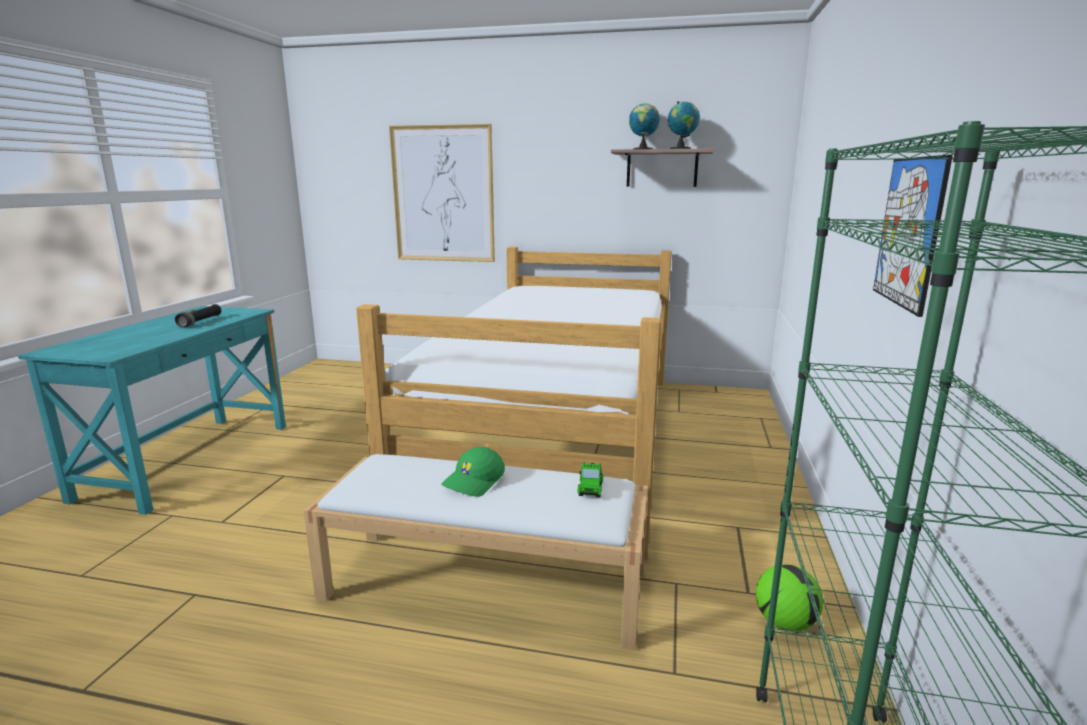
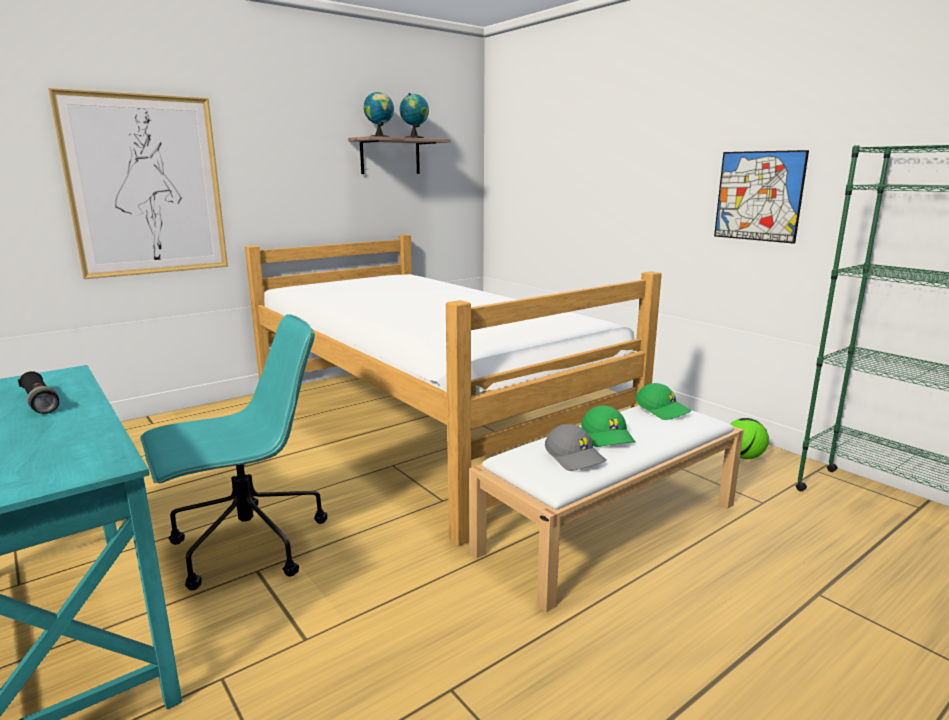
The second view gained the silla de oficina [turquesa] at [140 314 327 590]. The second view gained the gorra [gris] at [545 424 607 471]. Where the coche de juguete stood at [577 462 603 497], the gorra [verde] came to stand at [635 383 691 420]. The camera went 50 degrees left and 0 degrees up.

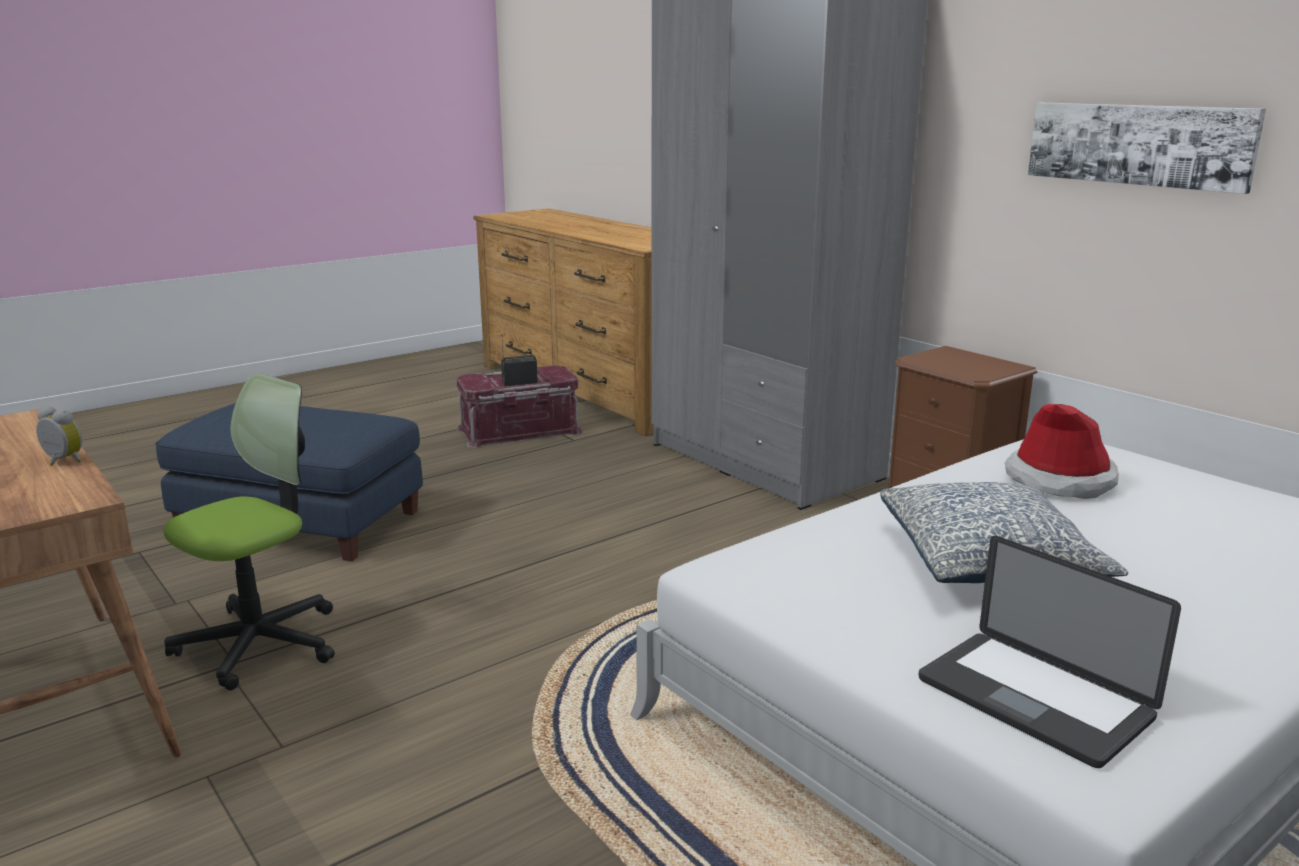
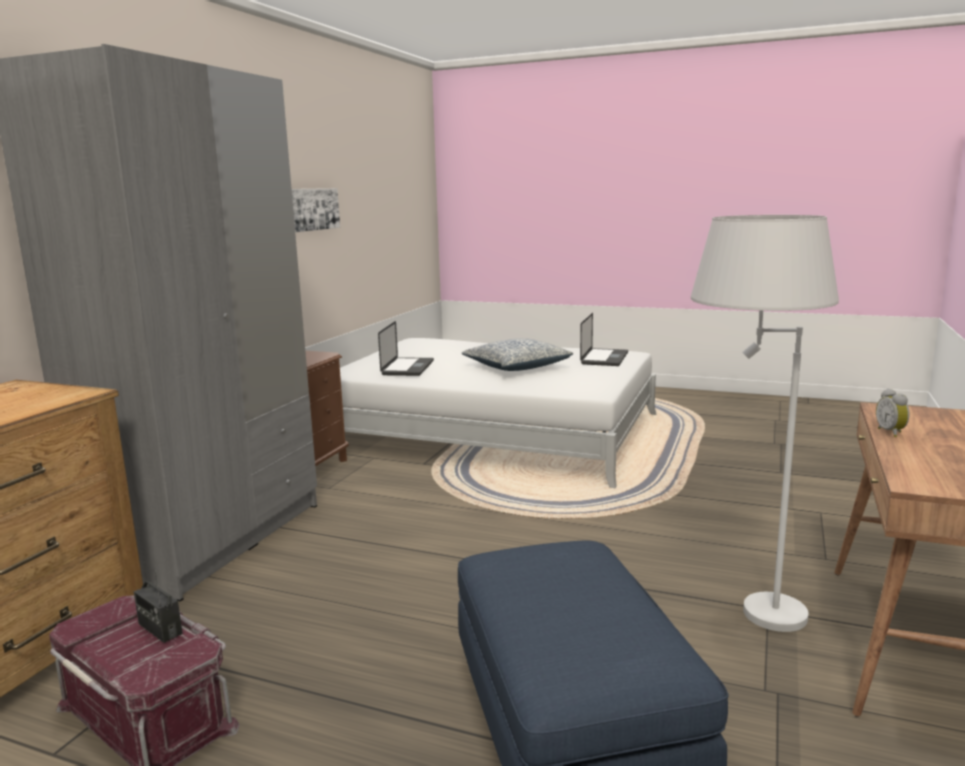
Where the sombrero stood at [1005 404 1118 499], the portátil came to stand at [378 321 434 376]. Where the silla de oficina stood at [164 373 335 690], the lámpara de pie [blanco] came to stand at [691 215 839 632]. The camera went 120 degrees left and 5 degrees down.

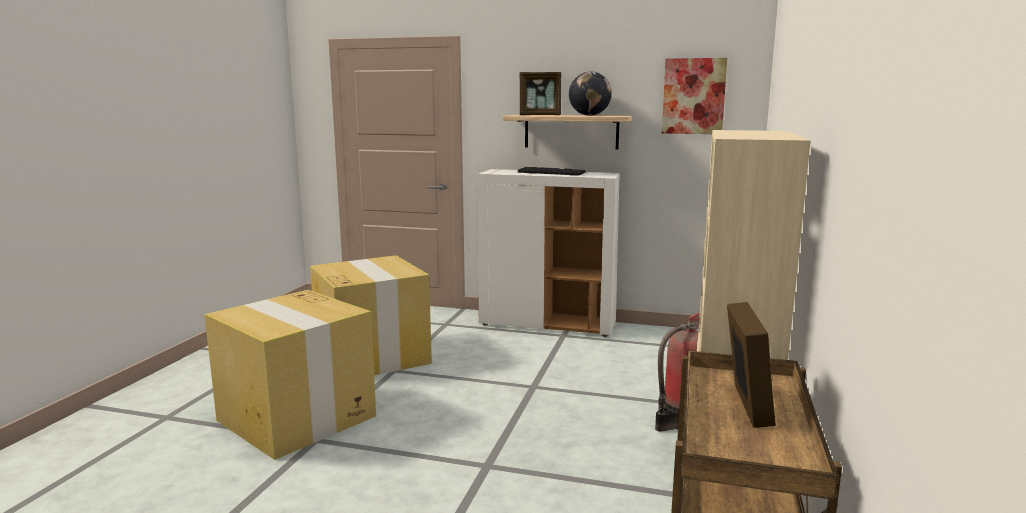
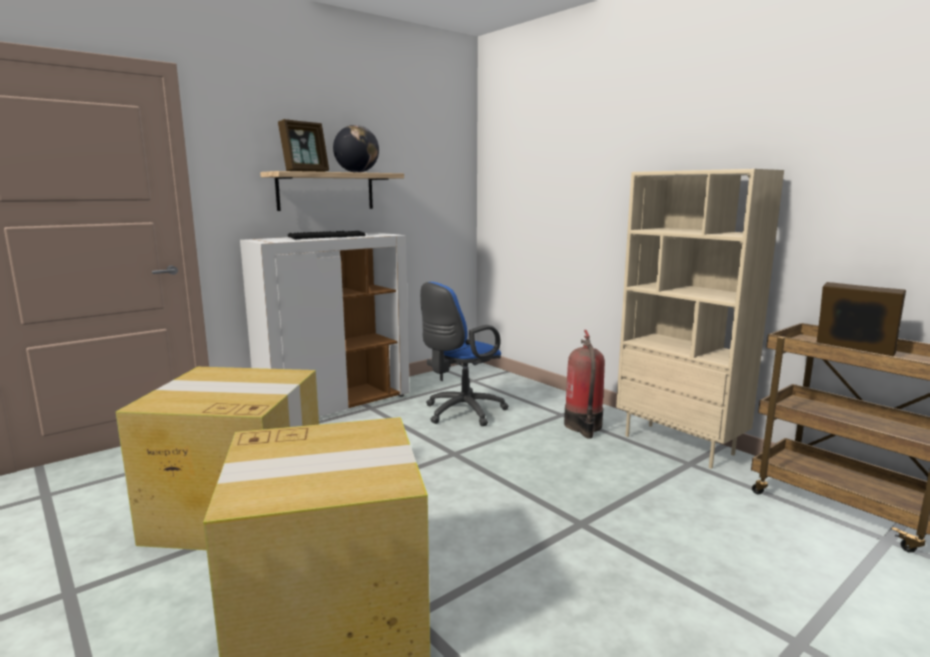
The second view gained the silla de oficina [azul] at [420 282 509 426]. The second view lost the cuadro at [662 58 727 134]. The camera went 55 degrees left and 0 degrees up.

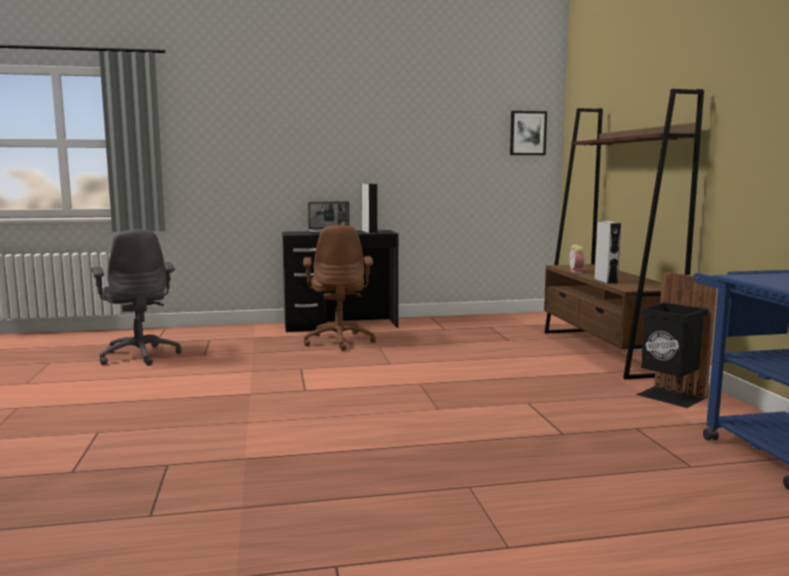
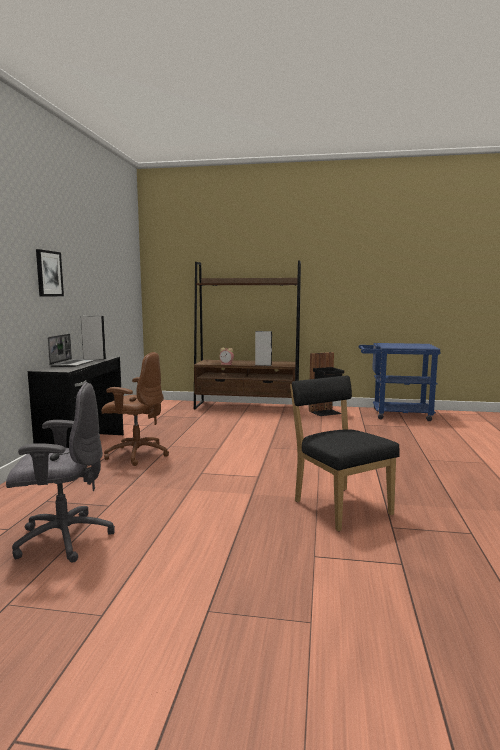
The cuadro ended up elsewhere, having gone from [510 111 547 155] to [36 249 64 297]. The second view gained the silla [negro] at [290 376 400 531]. The camera went 70 degrees left and 0 degrees up.

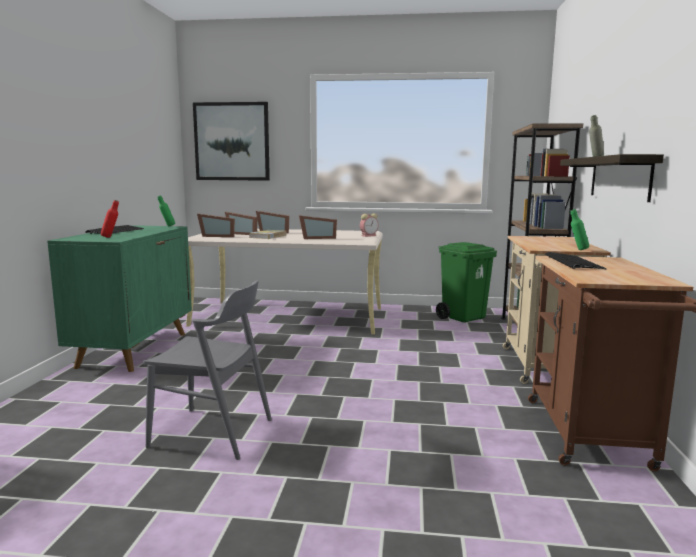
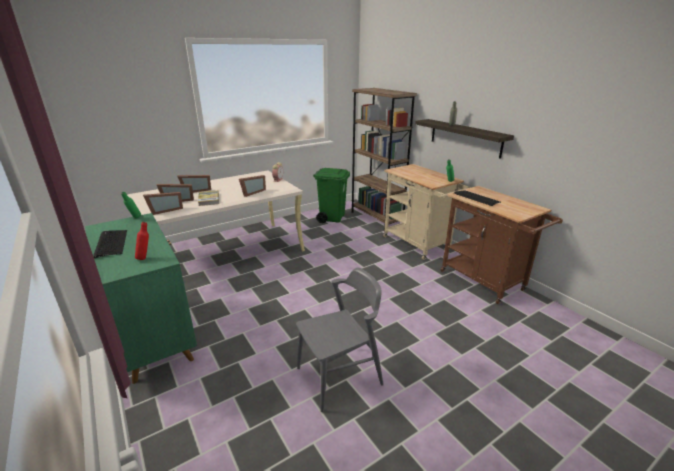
The second view lost the cuadro at [193 102 270 181]. The camera went 40 degrees left and 15 degrees up.

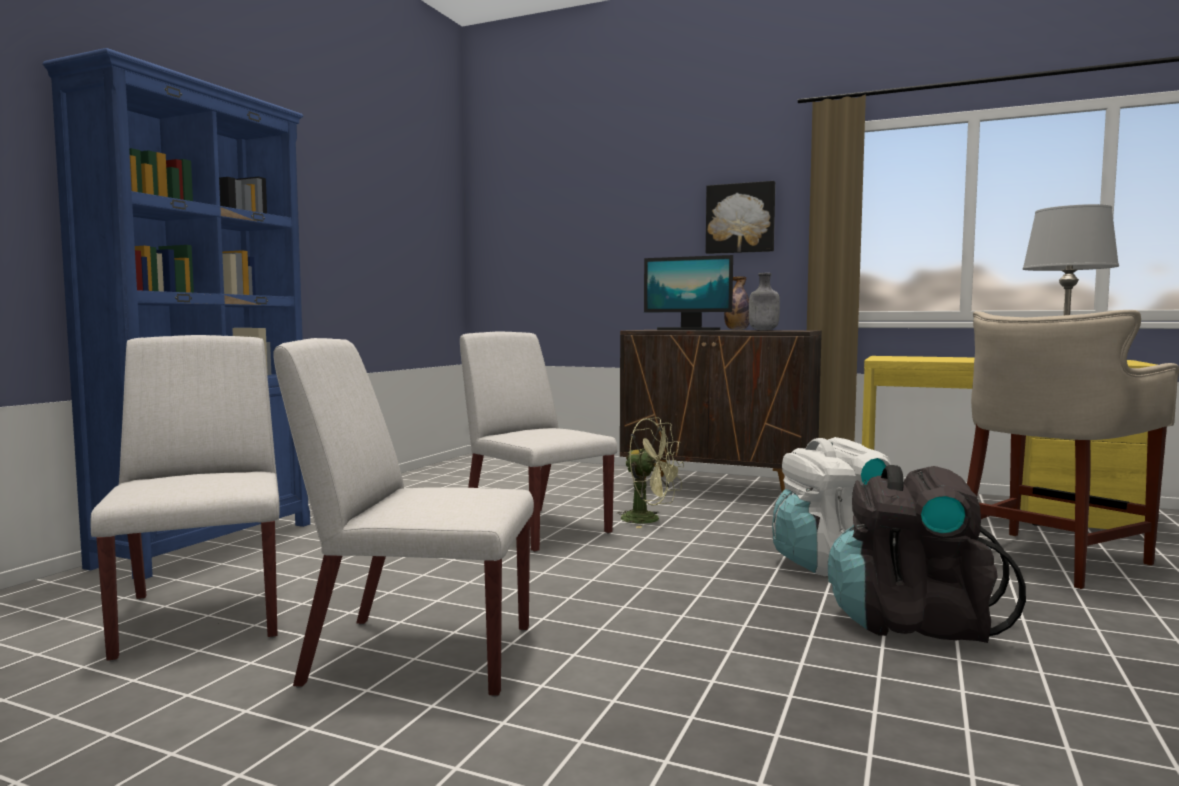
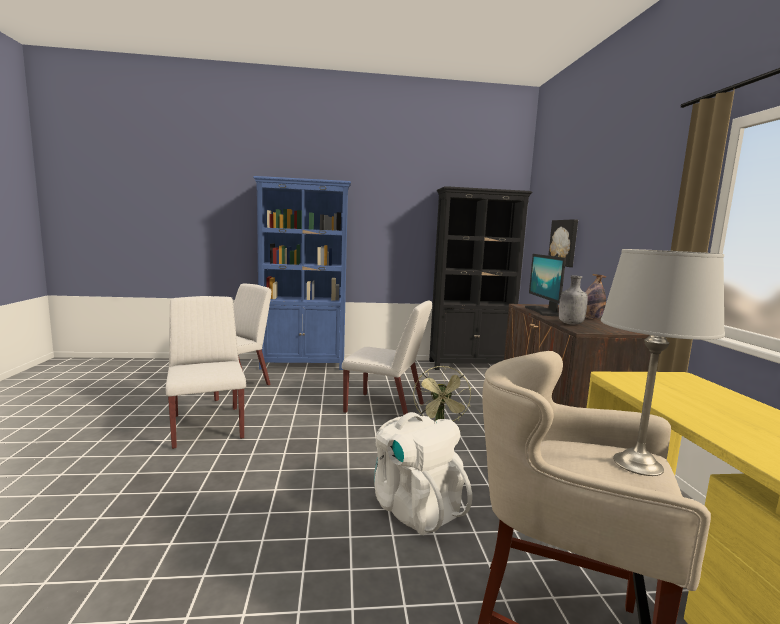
The silla [blanco] at [460 331 618 552] ended up facing another way, 90 degrees clockwise from before. The second view gained the estantería [negro] at [429 186 532 370]. The cuadro ended up elsewhere, having gone from [706 181 775 254] to [548 219 578 267]. The second view lost the mochila [negro] at [828 465 1026 643]. The camera went 60 degrees right and 5 degrees up.

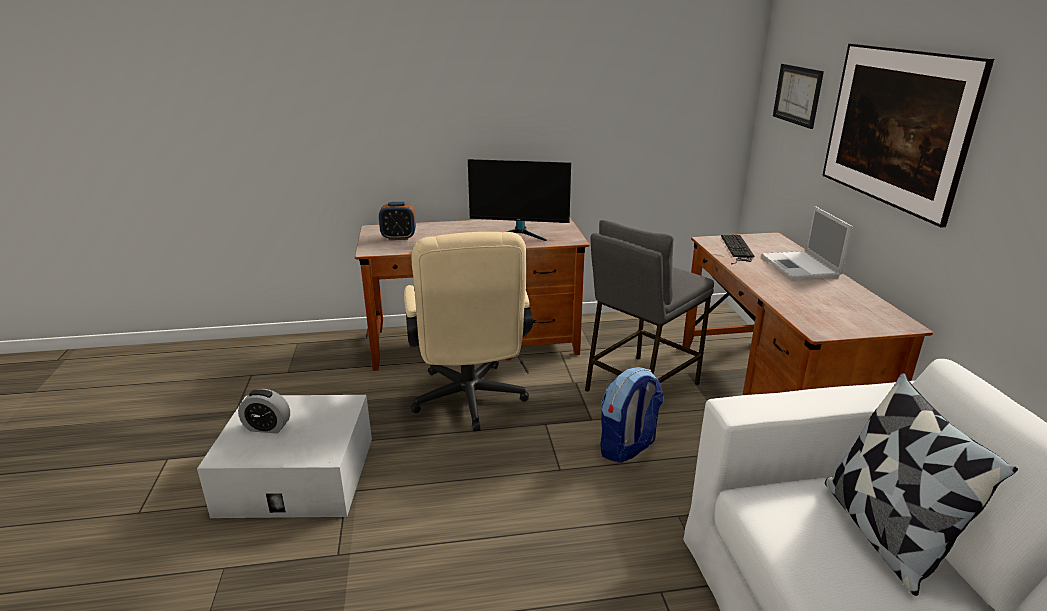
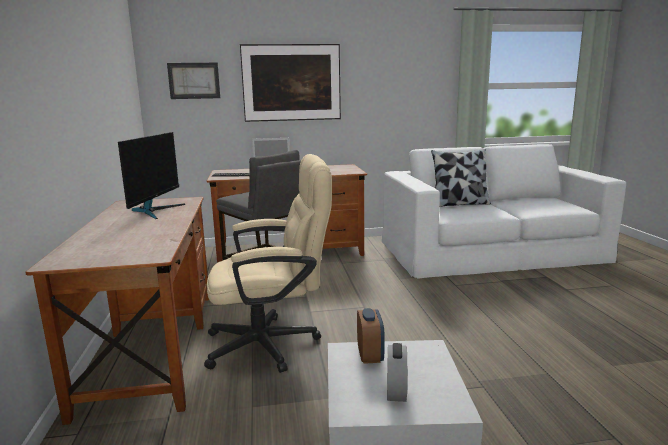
The despertador ended up elsewhere, having gone from [379 202 416 240] to [357 308 385 364]. The second view lost the mochila at [601 367 664 463]. The camera went 90 degrees left and 10 degrees down.

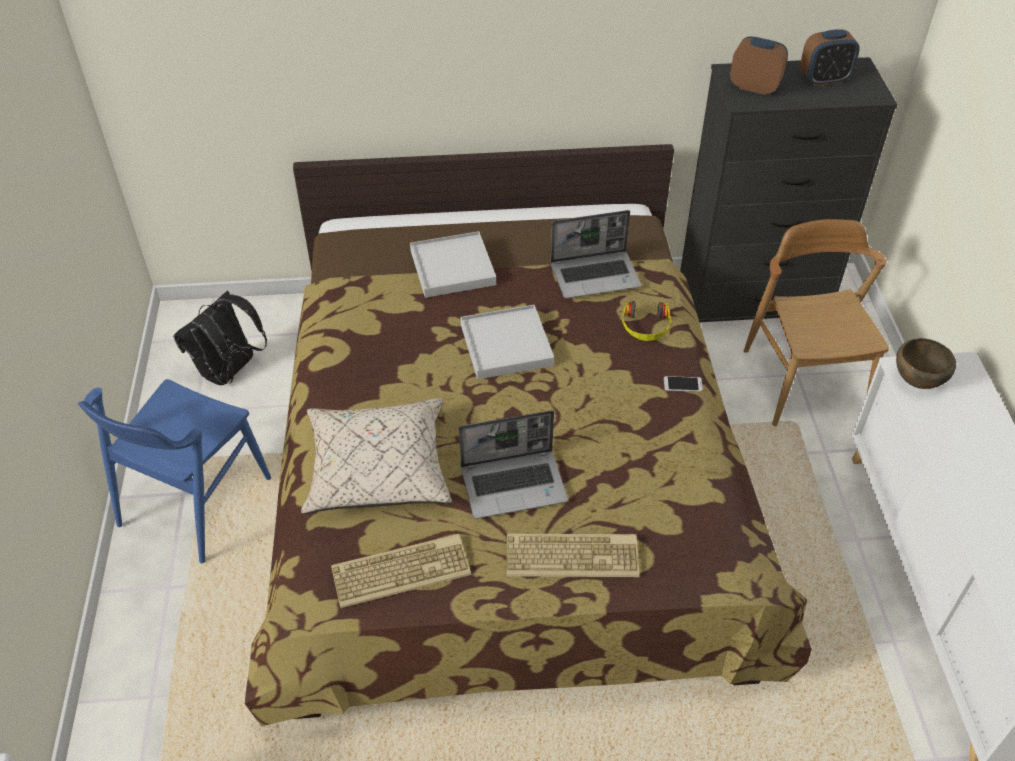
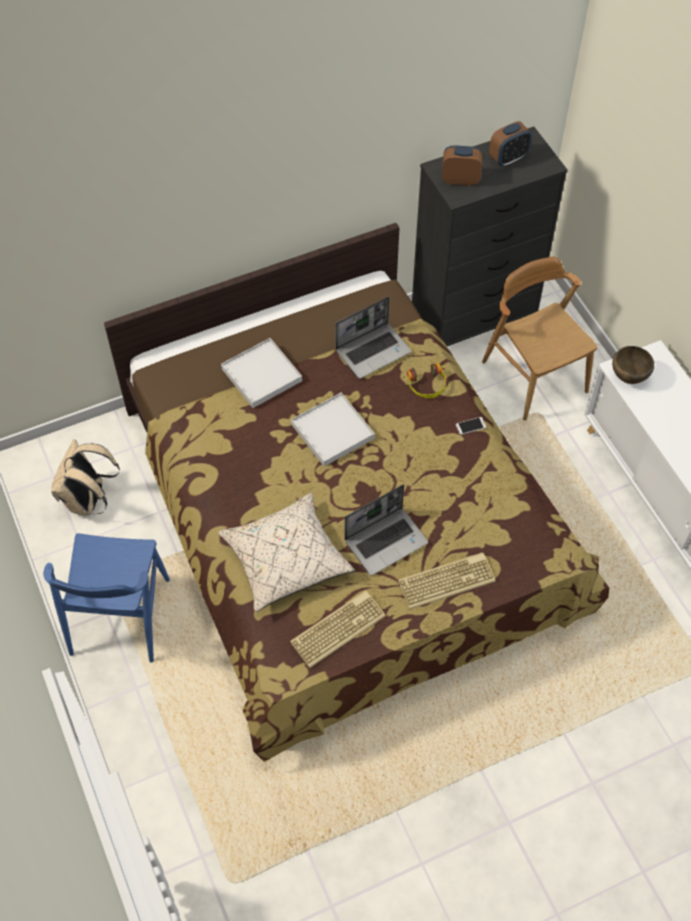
What was the mochila [negro] at [173 291 267 385] turned into the mochila [beis] at [51 439 120 515]. The camera went 20 degrees left and 10 degrees up.

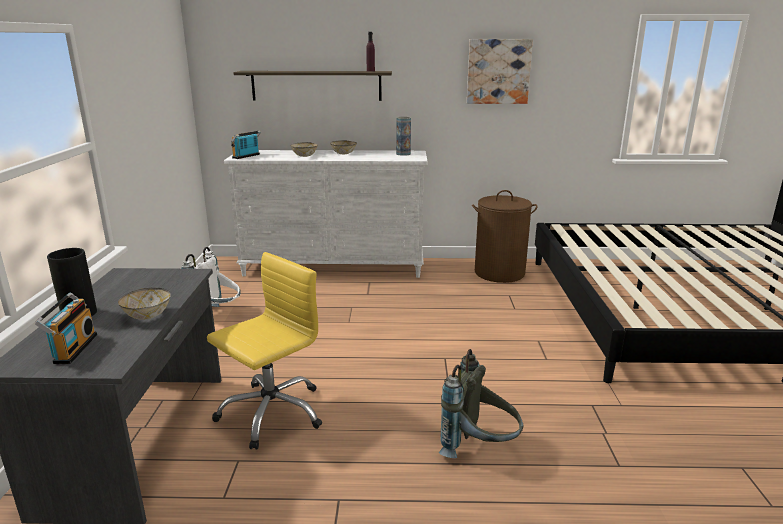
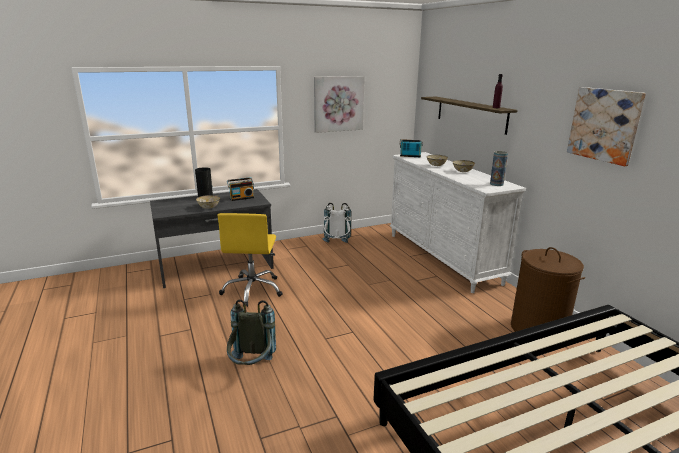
The silla de oficina [amarillo] at [207 252 322 450] ended up facing another way, 75 degrees clockwise from before. The radio ended up elsewhere, having gone from [35 293 97 364] to [227 177 254 201]. The second view gained the cuadro at [314 76 365 133]. The camera went 65 degrees right and 0 degrees up.

